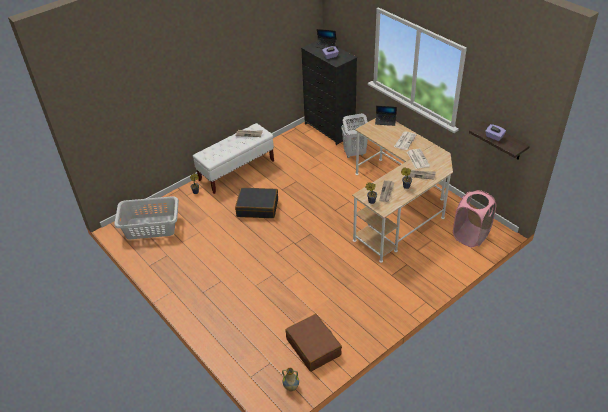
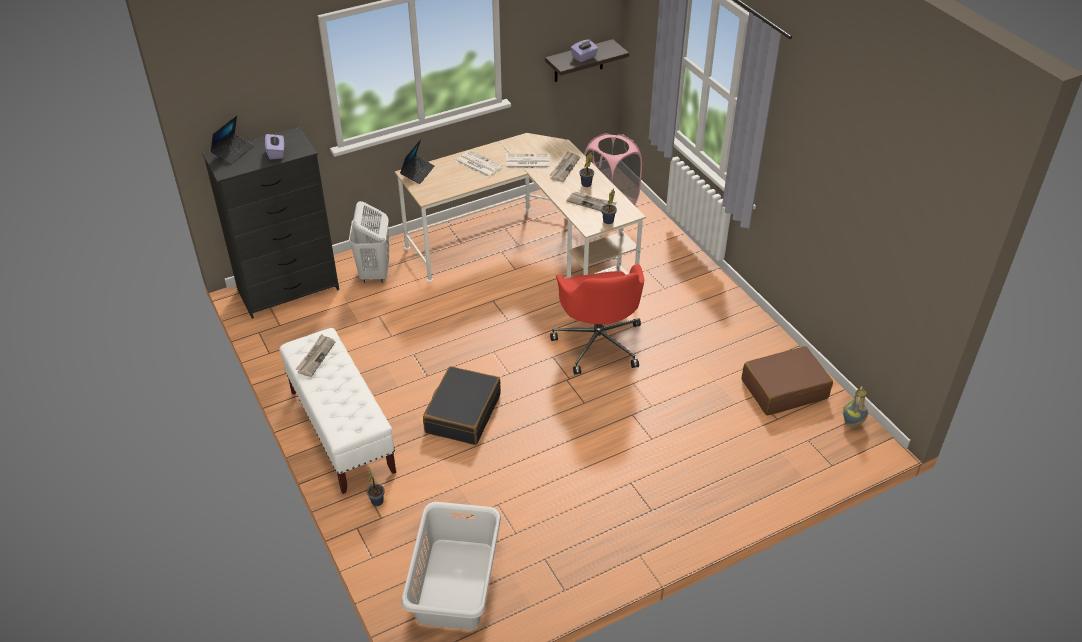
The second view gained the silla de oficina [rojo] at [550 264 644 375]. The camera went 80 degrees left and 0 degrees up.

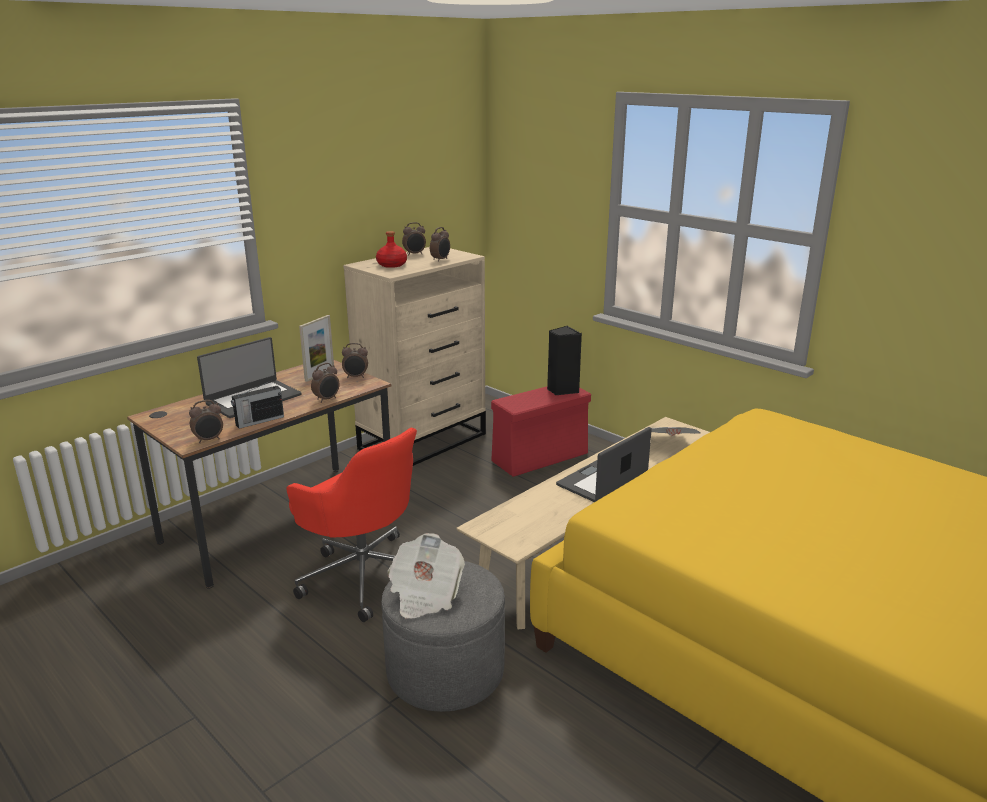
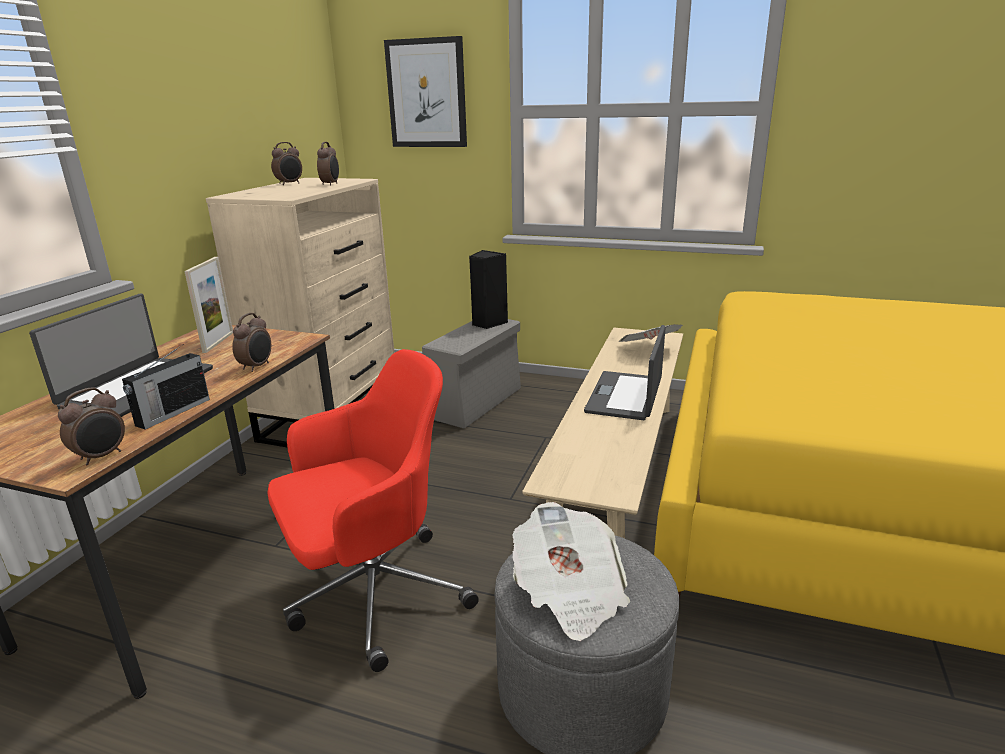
The silla de oficina [rojo] at [286 428 417 622] ended up facing another way, 45 degrees counterclockwise from before. The second view gained the cuadro at [384 36 467 147]. What was the caja de almacenaje [rojo] at [491 386 591 477] turned into the caja de almacenaje [gris] at [422 319 521 429]. The second view lost the despertador at [342 343 368 378]. The second view lost the botella [rojo] at [376 231 407 268]. The camera went 25 degrees left and 0 degrees up.

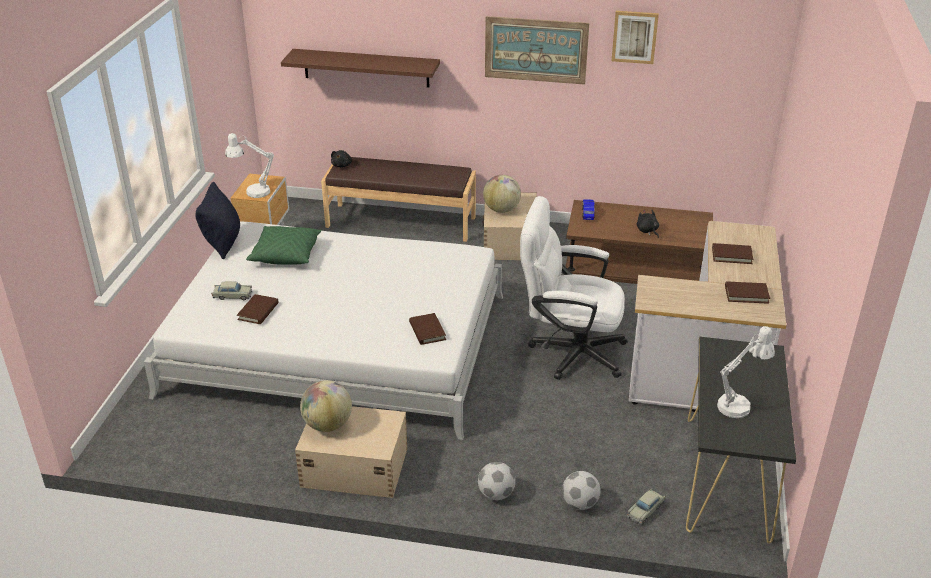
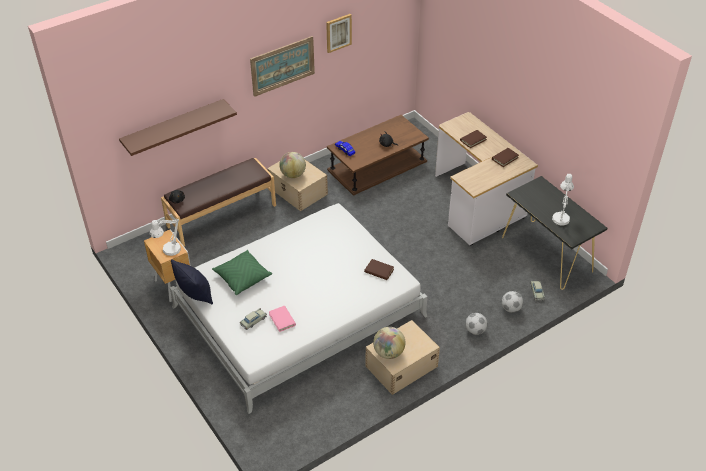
What was the libro [marrón] at [237 294 279 324] turned into the libro [rosa] at [269 306 296 332]. The second view lost the silla de oficina [blanco] at [520 196 628 380]. The camera went 45 degrees left and 10 degrees up.

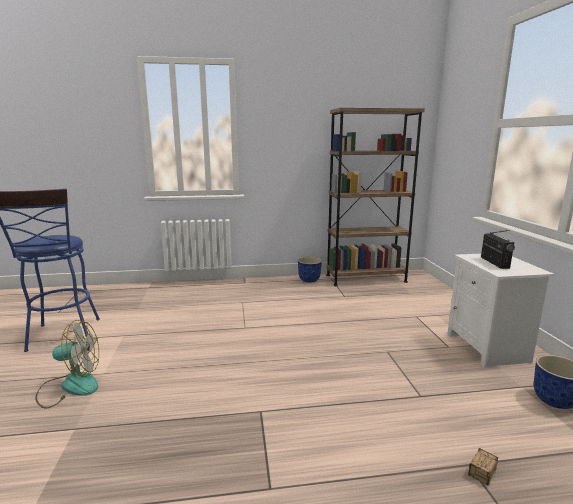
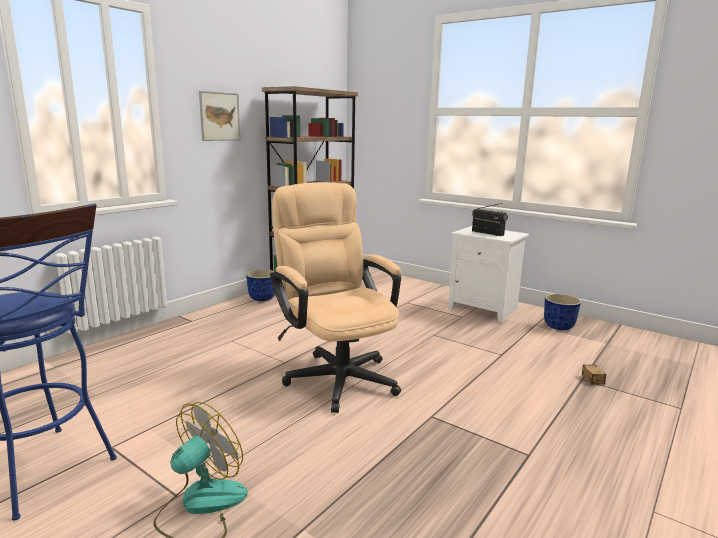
The second view gained the cuadro at [199 91 241 141]. The second view gained the silla de oficina [beis] at [270 182 401 413]. The camera went 45 degrees left and 0 degrees up.

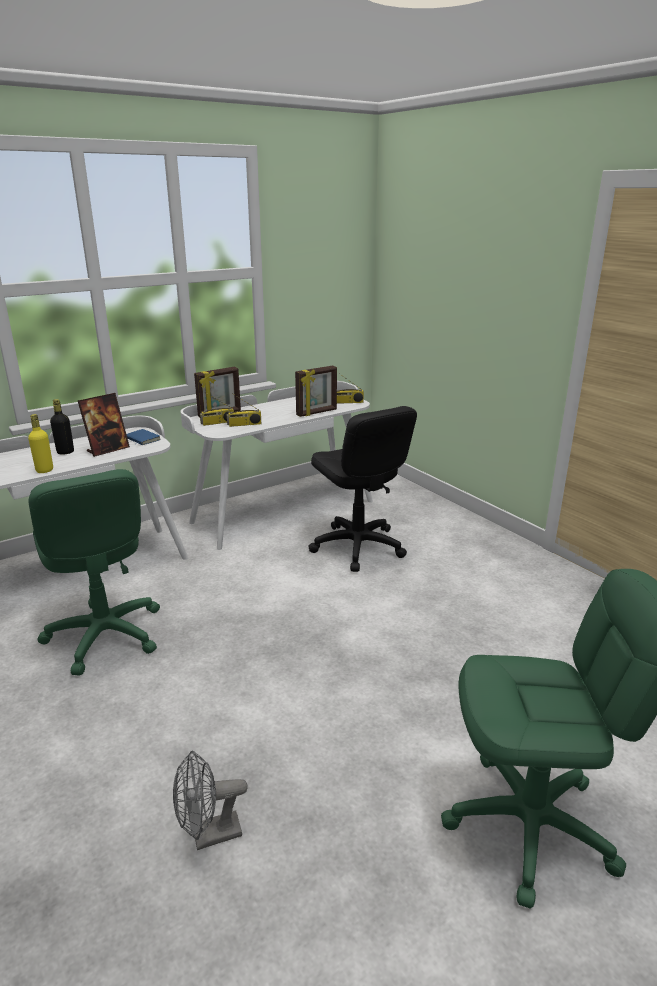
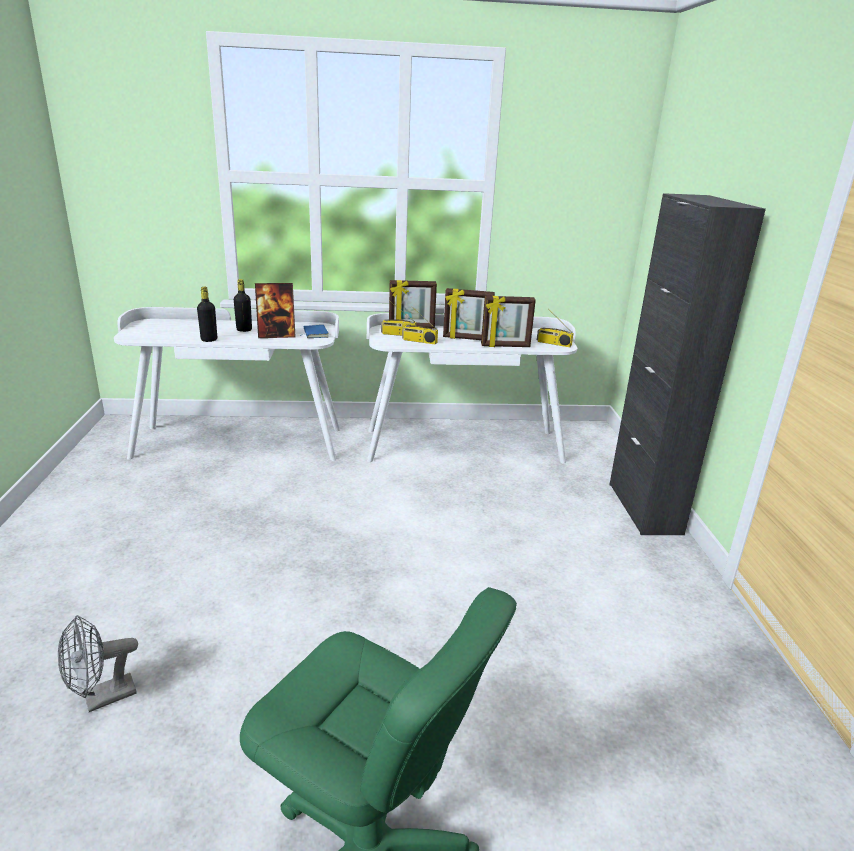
The ventilador [gris] at [173 750 248 850] ended up facing another way, 45 degrees counterclockwise from before. What was the botella [amarillo] at [28 414 53 473] turned into the botella [negro] at [197 287 217 342]. The second view gained the portarretratos at [443 288 495 340]. The second view gained the armario [negro] at [609 193 766 535]. The second view lost the silla de oficina [verde] at [29 469 160 676]. The second view lost the silla de oficina [negro] at [308 406 417 572]. The camera went 30 degrees right and 0 degrees up.

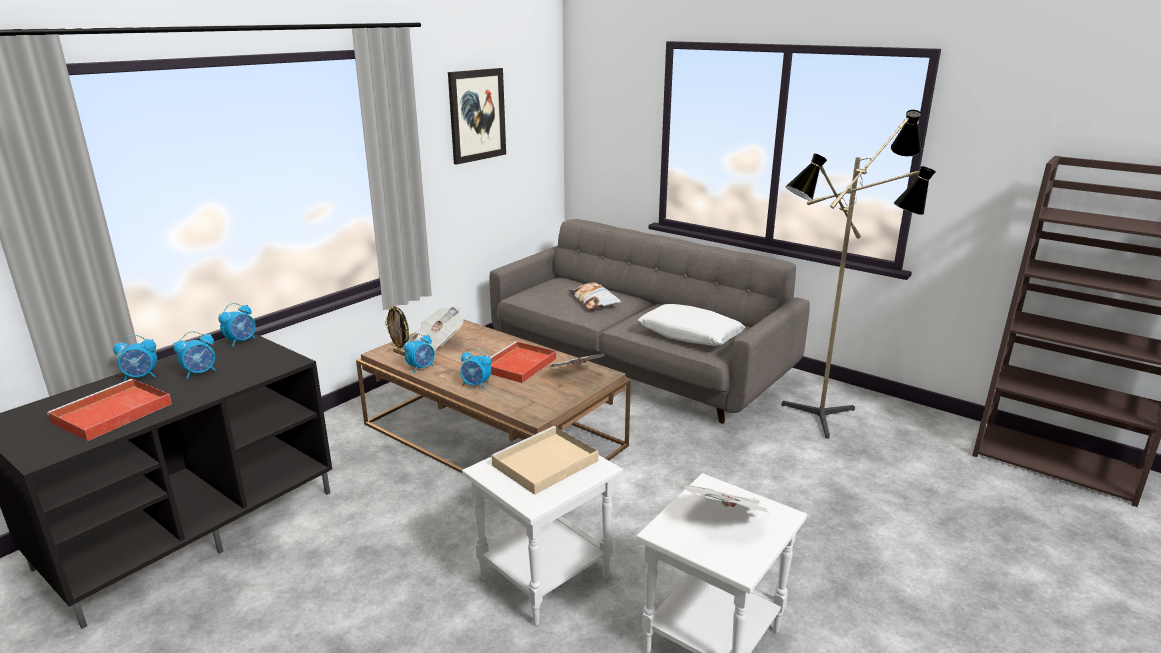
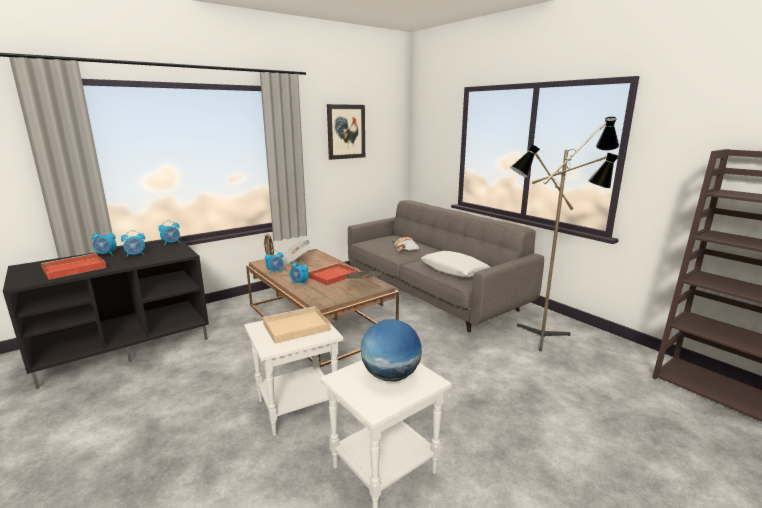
Where the periódico stood at [684 485 769 513], the globo terráqueo came to stand at [360 319 422 381]. The camera went 15 degrees right and 5 degrees down.

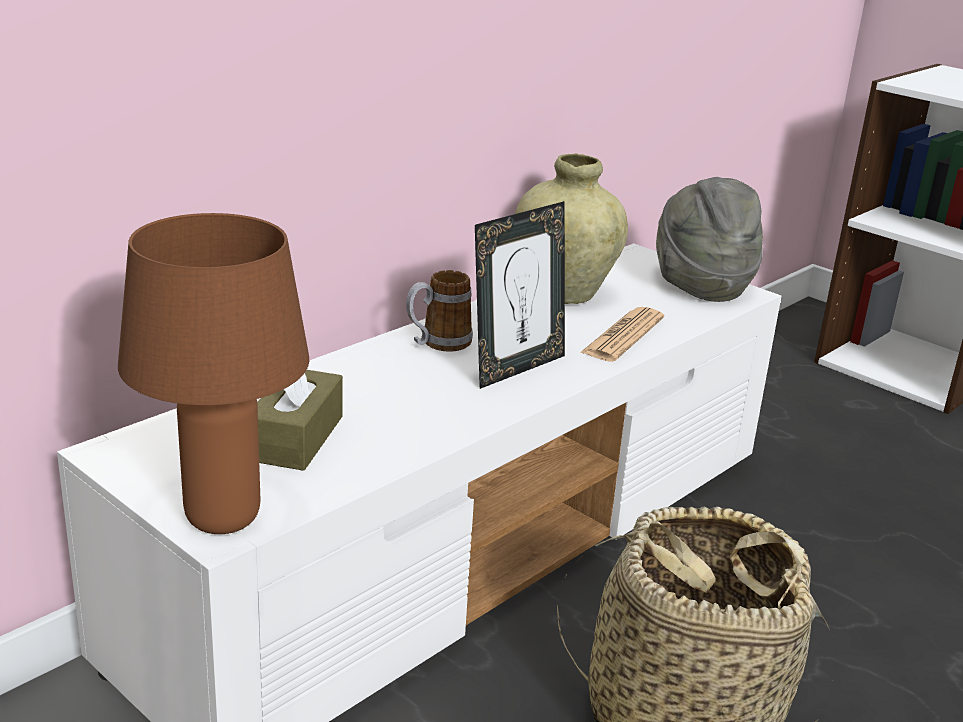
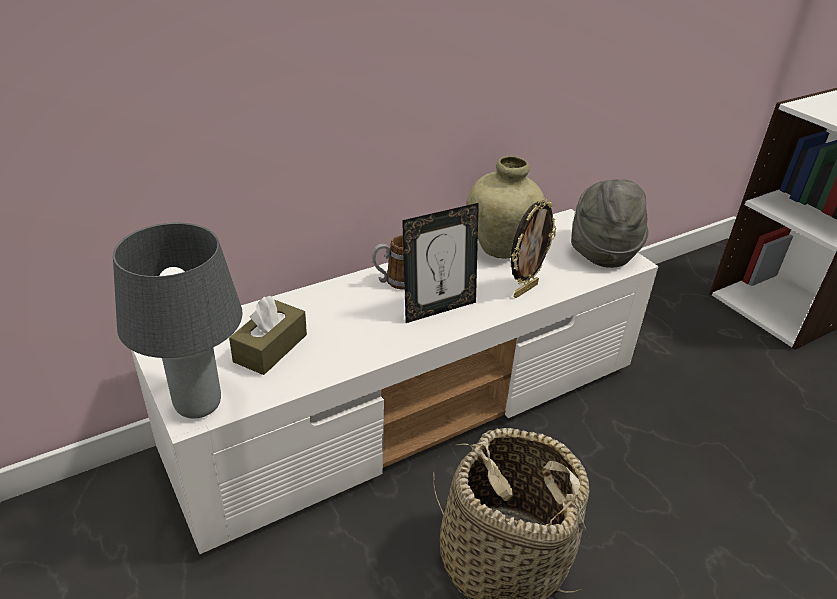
What was the lámpara de mesa [marrón] at [118 213 309 534] turned into the lámpara de mesa [gris] at [113 223 242 418]. Where the periódico stood at [580 307 664 362], the portarretratos came to stand at [511 199 556 298]. The camera went 15 degrees right and 10 degrees up.

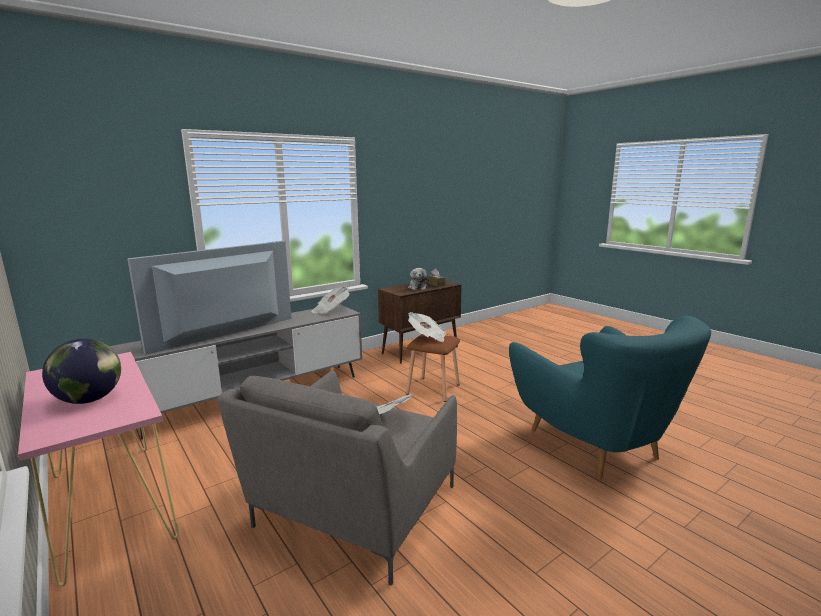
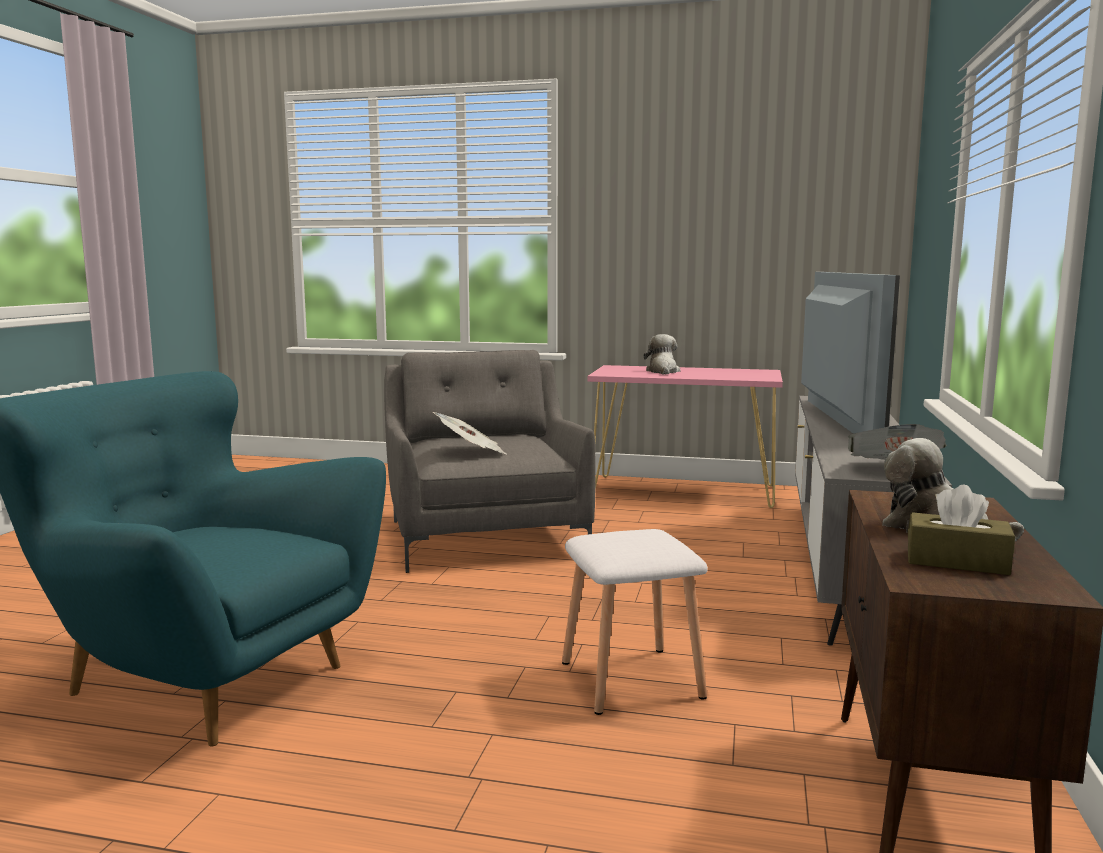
What was the taburete [marrón] at [406 334 460 402] turned into the taburete [blanco] at [562 529 708 715]. Where the globo terráqueo stood at [42 339 121 404], the peluche came to stand at [644 334 680 374]. The second view lost the periódico at [408 312 446 342]. The camera went 140 degrees right and 5 degrees down.

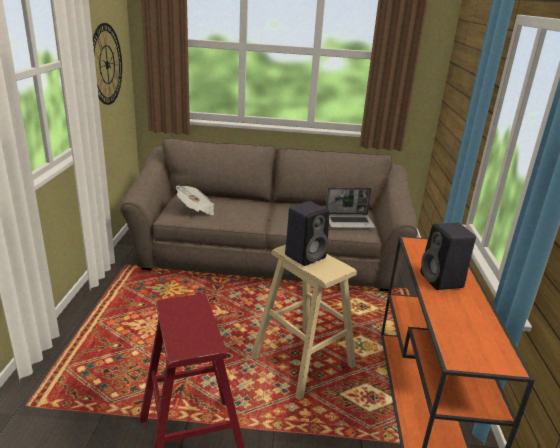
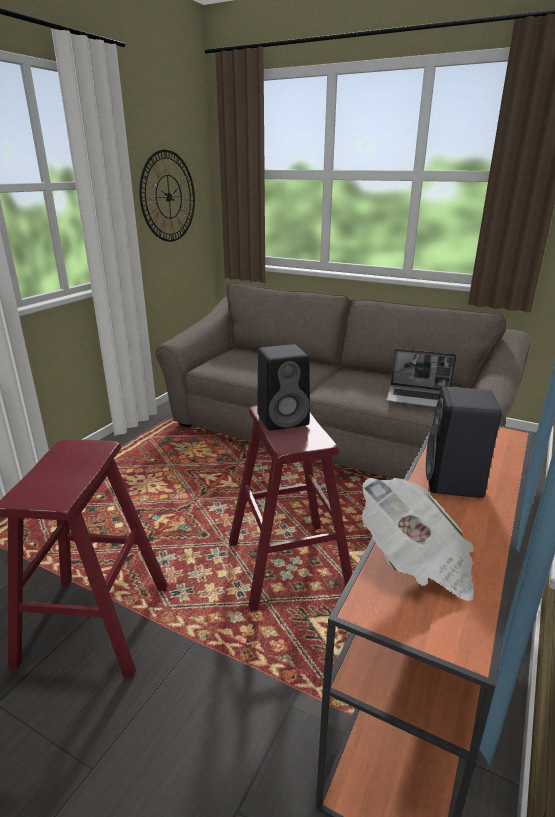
What was the taburete [beis] at [251 245 357 400] turned into the taburete [rojo] at [229 405 352 611]. The periódico ended up elsewhere, having gone from [176 186 214 215] to [361 478 474 601]. The camera went 25 degrees right and 0 degrees up.

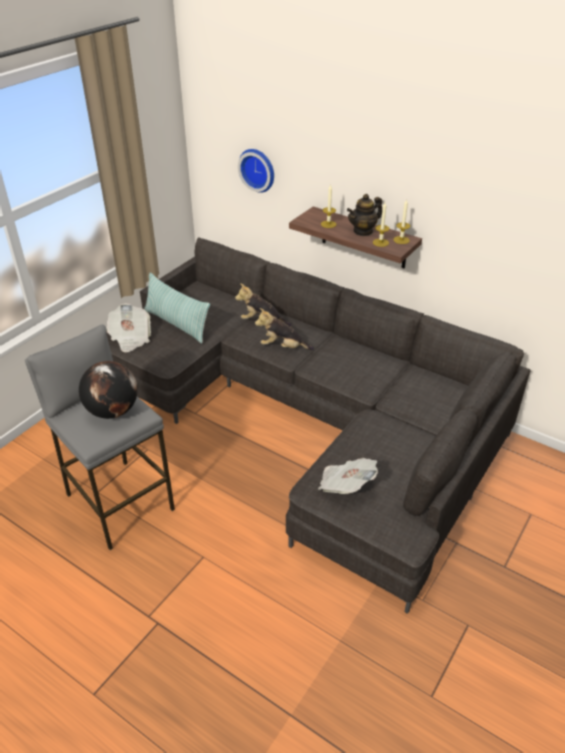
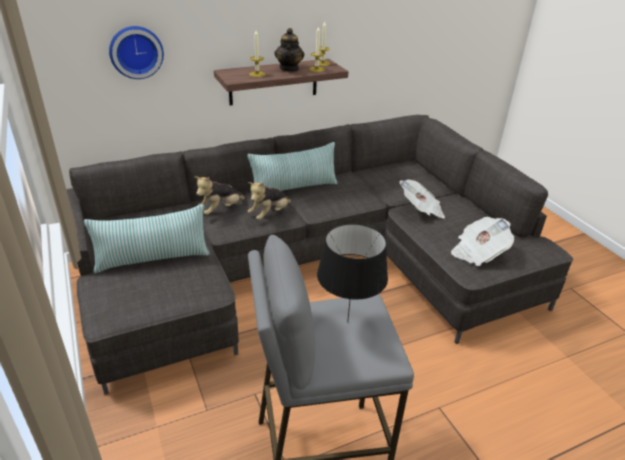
The second view gained the cojín at [247 142 338 191]. Where the globo terráqueo stood at [79 361 138 419], the lámpara de mesa [negro] came to stand at [317 224 388 323]. The periódico ended up elsewhere, having gone from [106 303 151 353] to [399 179 445 219]. The camera went 60 degrees left and 5 degrees down.

